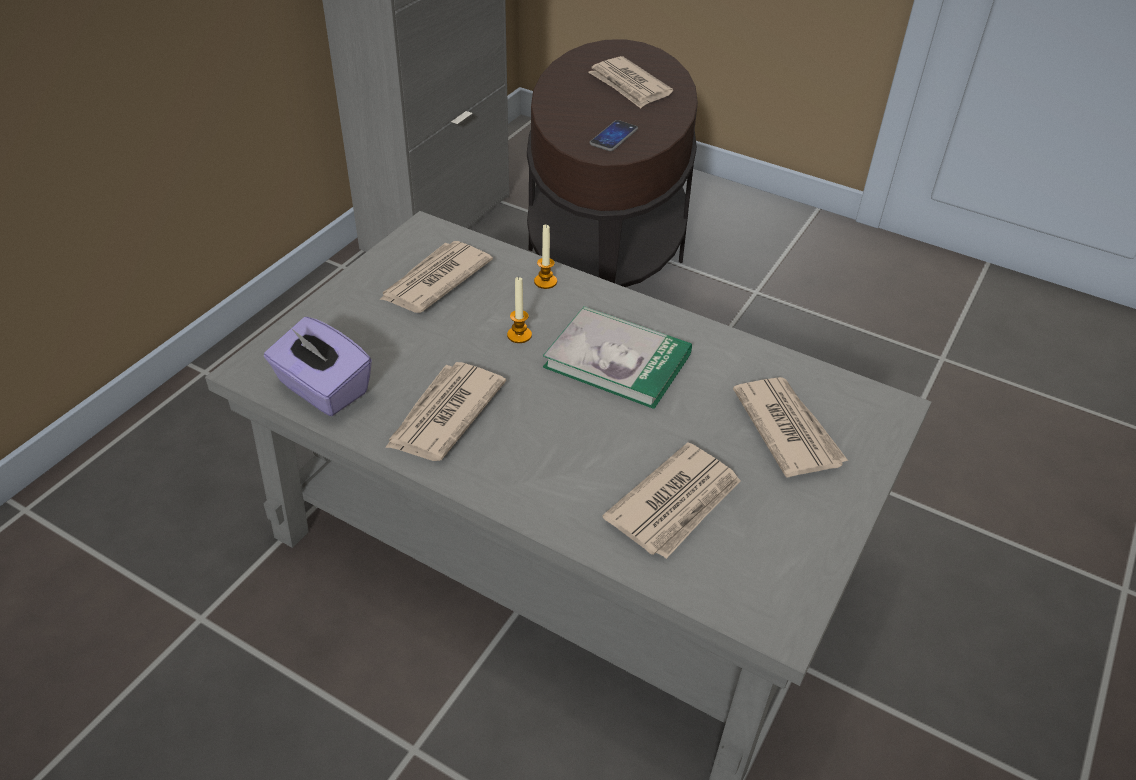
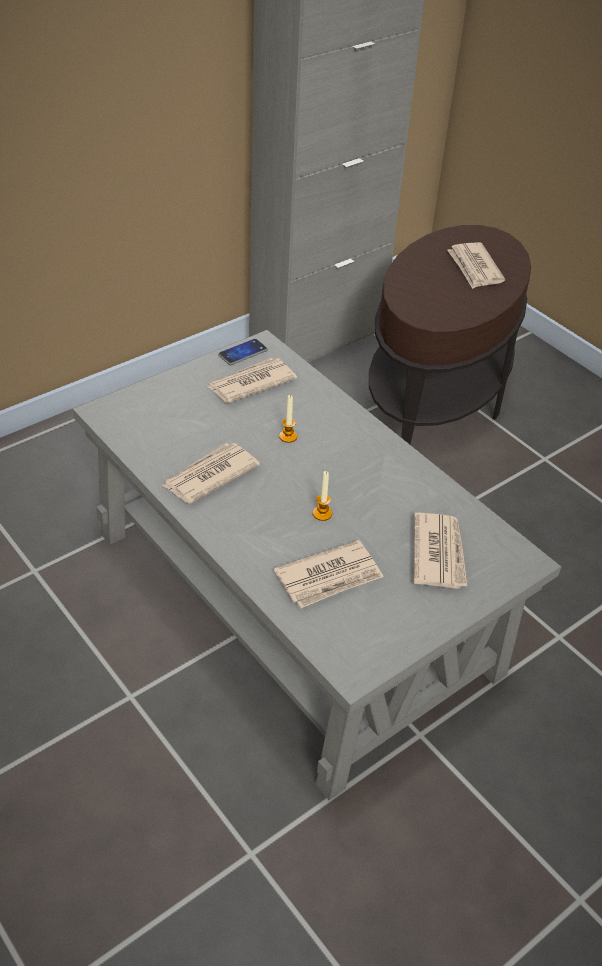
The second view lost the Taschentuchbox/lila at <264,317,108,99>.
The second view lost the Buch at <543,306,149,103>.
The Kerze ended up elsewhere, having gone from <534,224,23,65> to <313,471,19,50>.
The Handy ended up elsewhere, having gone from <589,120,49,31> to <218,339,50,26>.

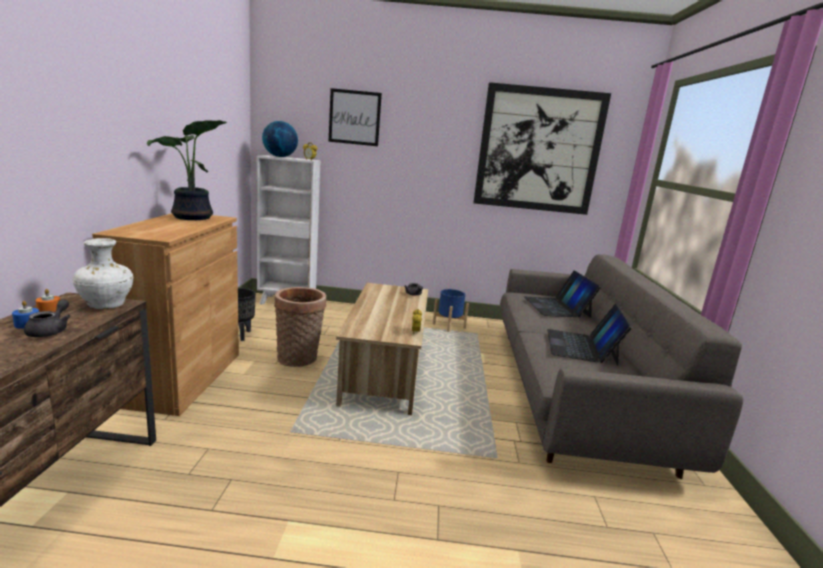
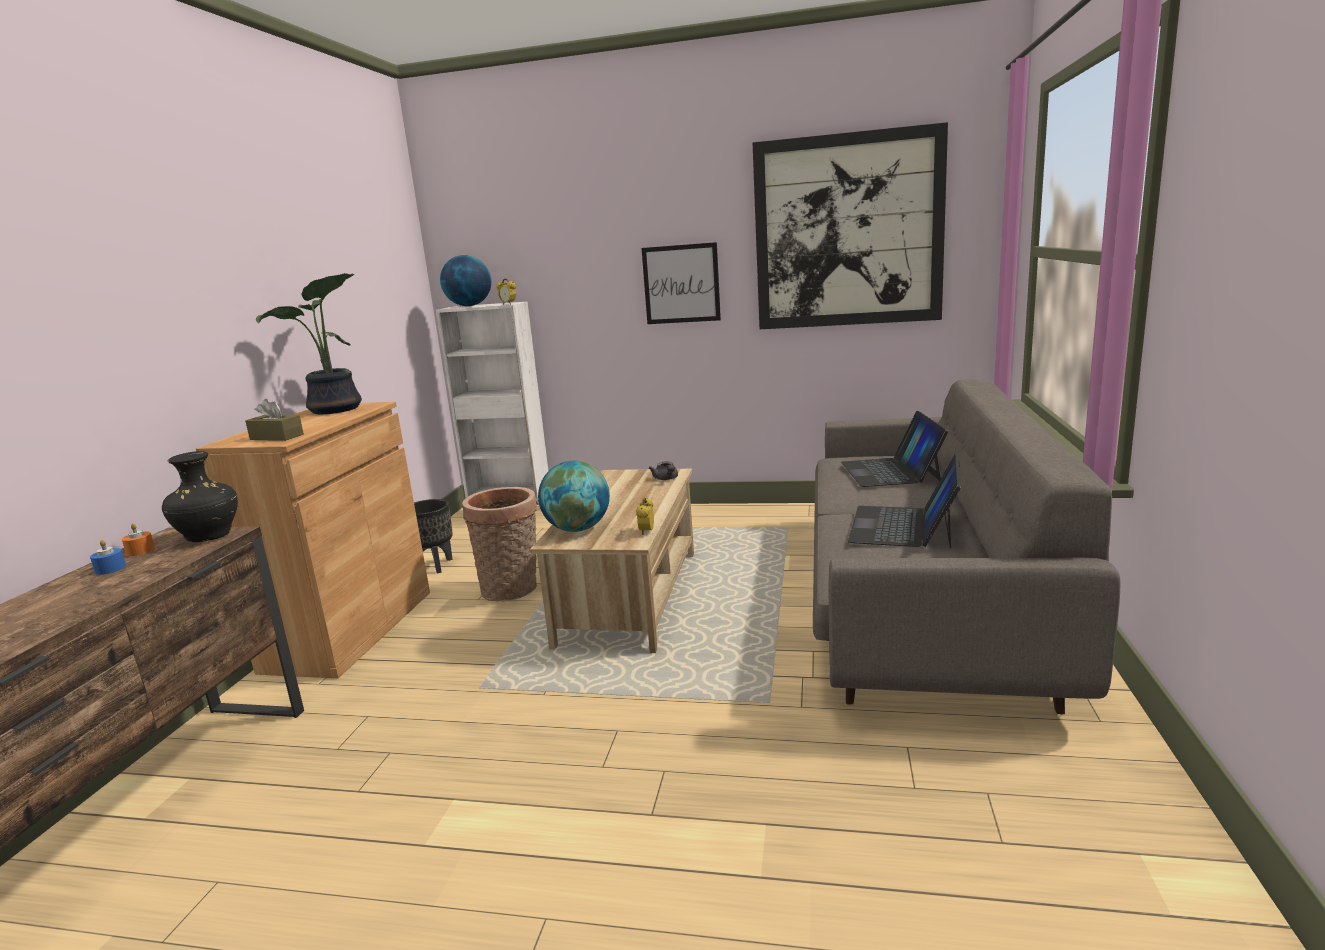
The second view lost the Teekanne/grau at <24,299,47,38>.
The second view lost the Pflanzkübel/blau at <433,289,36,43>.
The second view gained the Taschentuchbox/braun at <245,399,59,42>.
The second view gained the Globus at <538,461,72,71>.
The Bild ended up elsewhere, having gone from <329,88,53,58> to <641,242,80,82>.
What was the Vase/weiß at <72,238,61,71> turned into the Vase/schwarz at <162,451,76,91>.

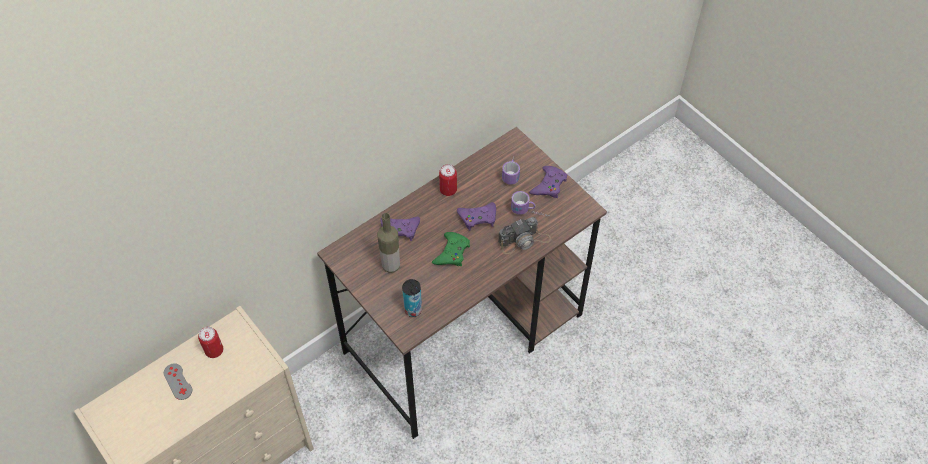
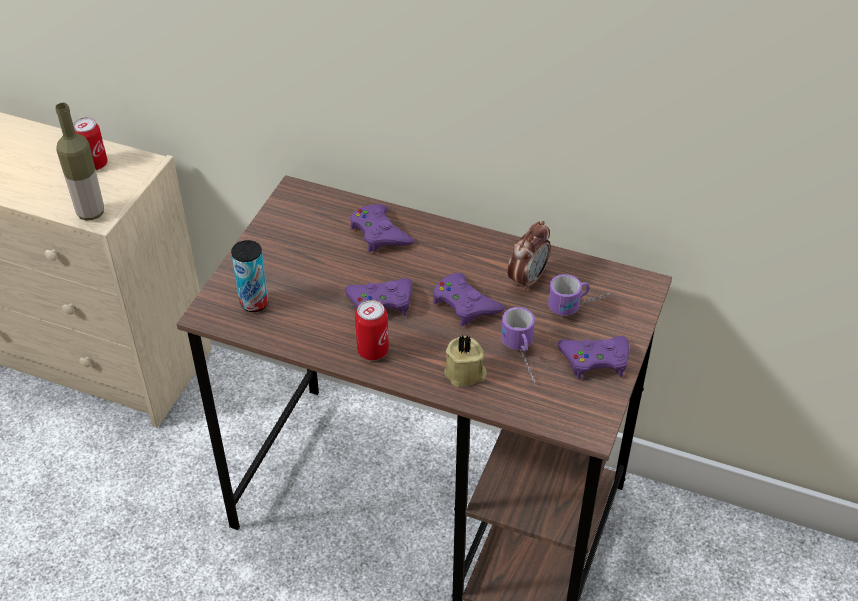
The second view lost the Gamepad/grau at <164,363,28,37>.
The second view gained the Wecker at <507,221,44,71>.
The Flasche ended up elsewhere, having gone from <377,213,23,60> to <55,103,49,118>.
The Dose ended up elsewhere, having gone from <439,164,18,32> to <355,300,34,60>.
Where the Kamera stood at <498,217,53,37>, the Kerze/beige came to stand at <444,335,43,52>.
What was the Gamepad/grün at <432,232,38,34> turned into the Gamepad/lila at <345,278,67,38>.

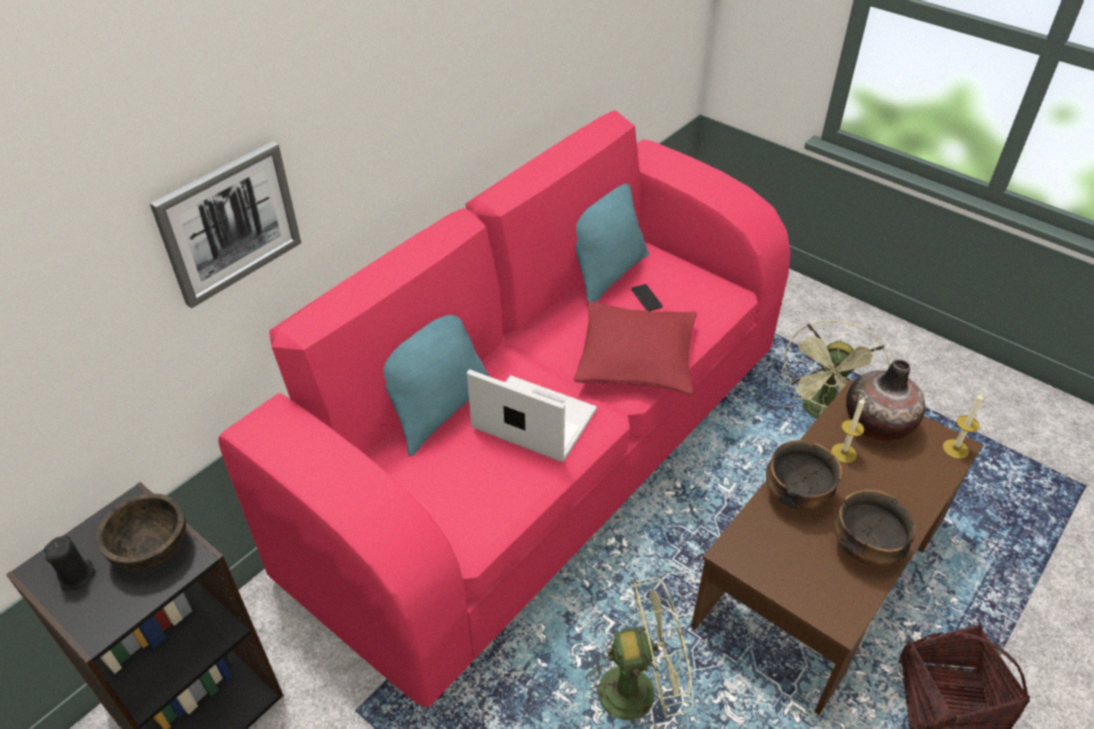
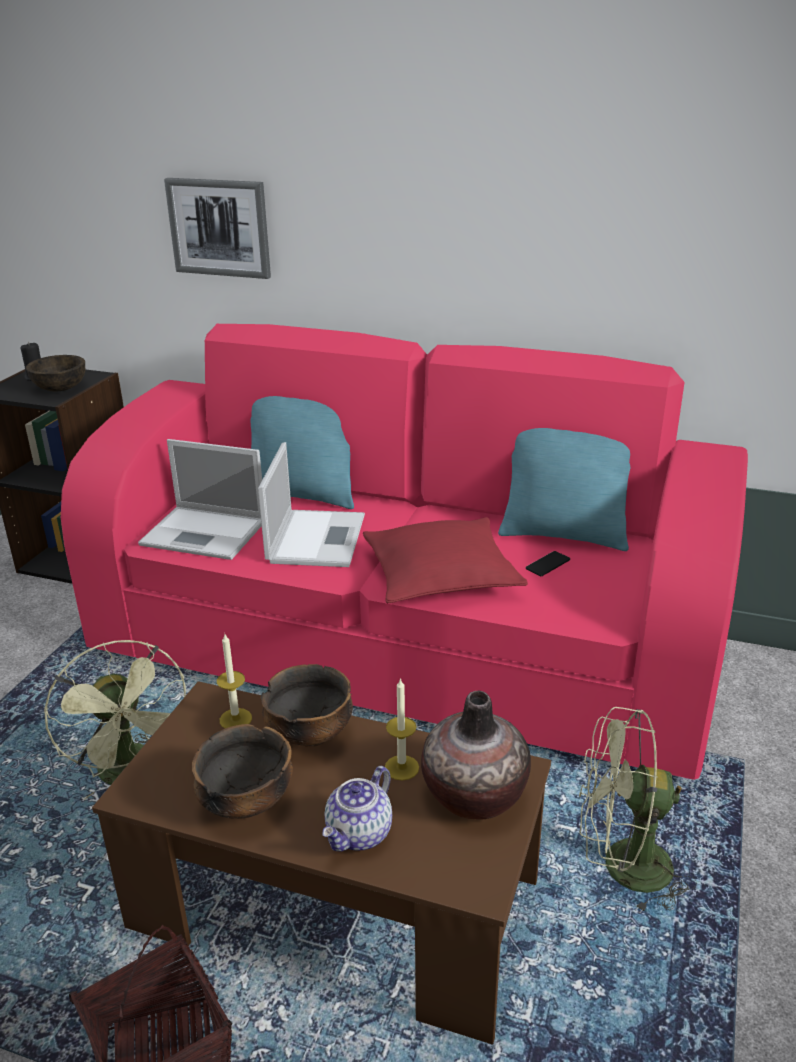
The second view gained the Laptop at <138,439,124,121>.
The second view gained the Teekanne at <322,766,70,86>.
The Kerze ended up elsewhere, having gone from <943,394,40,65> to <217,634,35,94>.

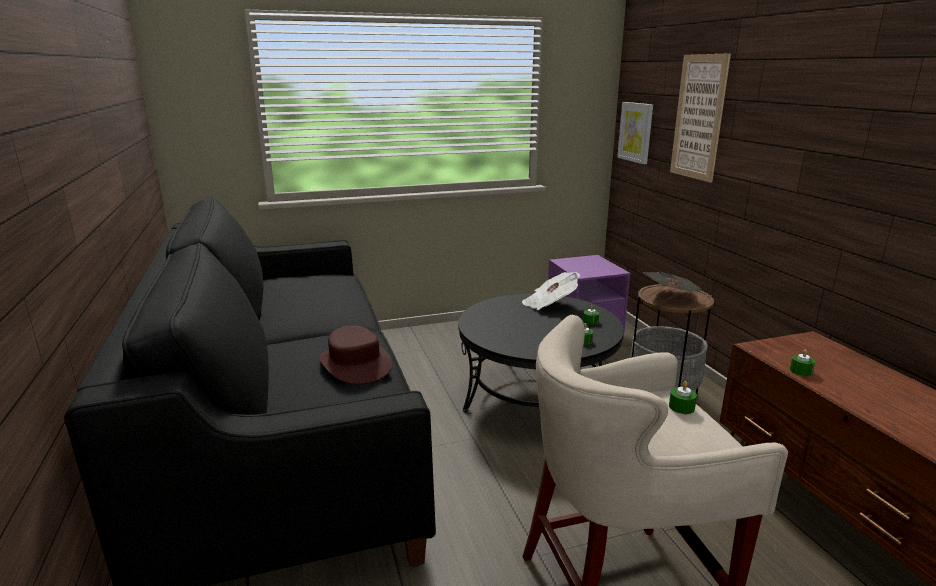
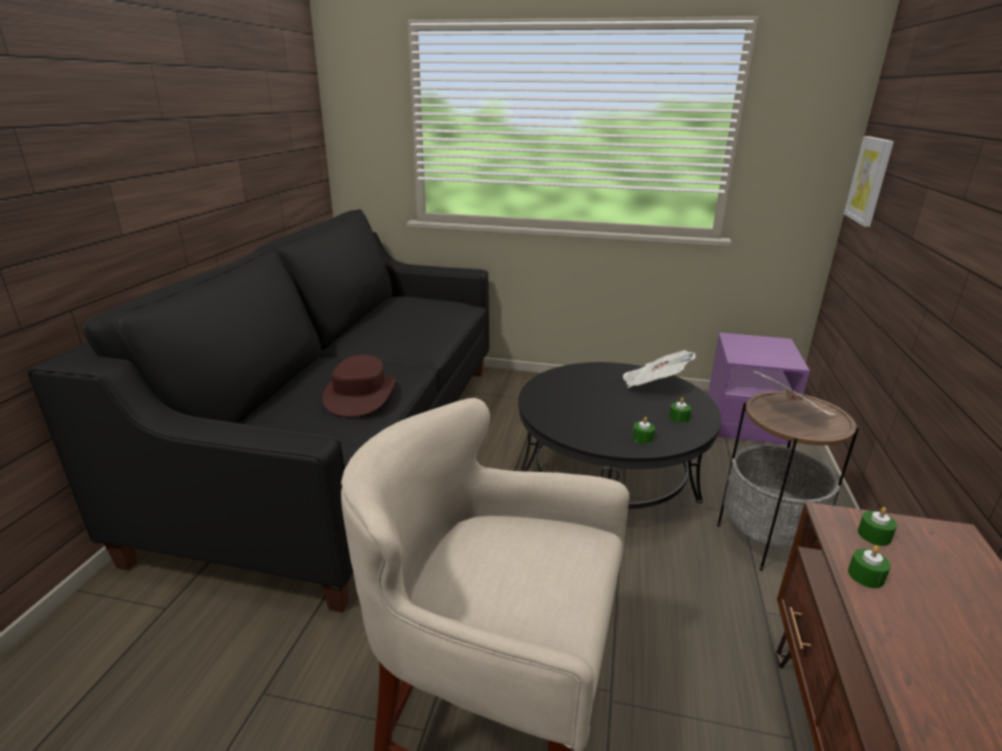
The second view lost the Bild at <670,53,61,130>.
The Kerze/grün ended up elsewhere, having gone from <669,381,28,33> to <858,507,39,39>.

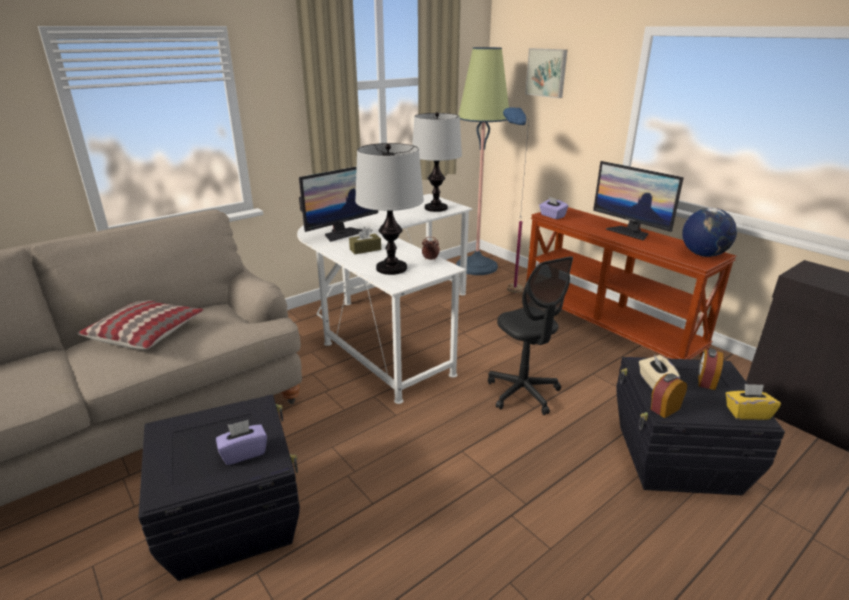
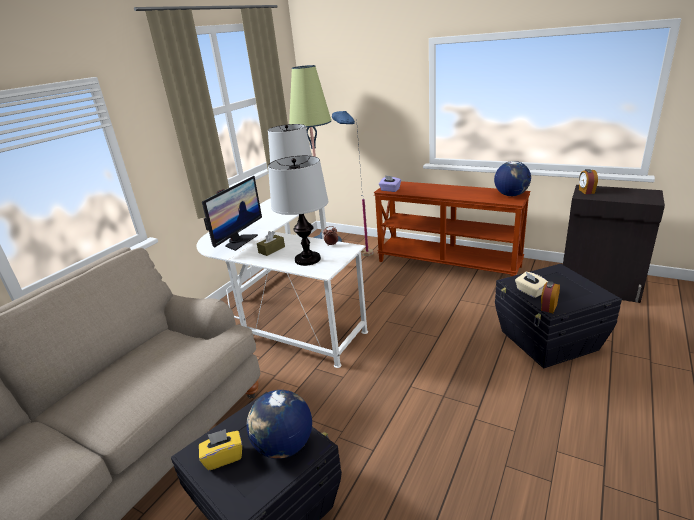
The second view lost the Kissen at <78,300,126,50>.
The second view lost the Bürostuhl/schwarz at <488,256,85,159>.
The second view lost the Bild at <525,48,42,50>.
The second view lost the Monitor at <593,161,91,80>.
The Wecker ended up elsewhere, having gone from <698,348,26,42> to <579,169,19,25>.
The Taschentuchbox/gelb ended up elsewhere, having gone from <726,384,55,36> to <199,429,43,41>.
Where the Taschentuchbox/lila stood at <216,420,51,45>, the Globus came to stand at <246,390,66,69>.

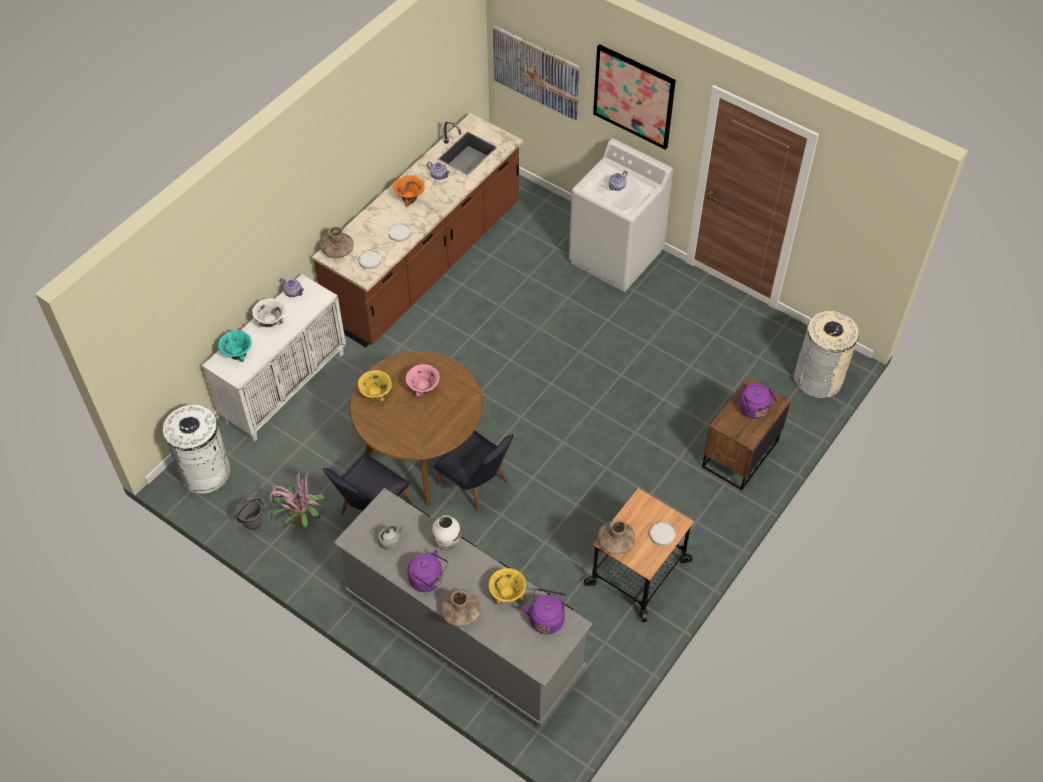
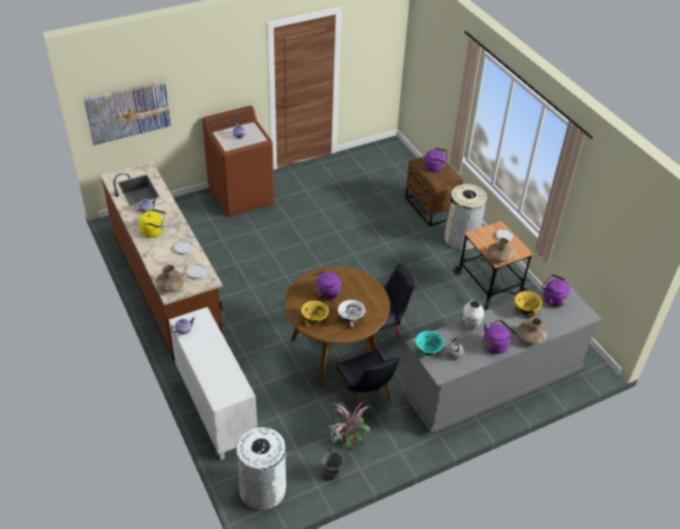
The second view lost the Bild at <593,44,83,106>.
The Schüssel/türkis ended up elsewhere, having gone from <218,330,34,32> to <415,331,29,26>.
The Schüssel/weiß ended up elsewhere, having gone from <252,299,34,28> to <338,300,27,27>.
The Mülleimer/beige ended up elsewhere, having gone from <794,311,65,87> to <444,184,45,66>.
Where the Schüssel/orange stood at <394,176,31,31>, the Wasserkessel/gelb came to stand at <139,209,26,29>.
Where the Schüssel/rosa stood at <406,364,34,33>, the Wasserkessel/lila came to stand at <312,270,29,30>.
What was the Waschmaschine/weiß at <569,139,104,153> turned into the Waschmaschine/braun at <202,106,72,111>.

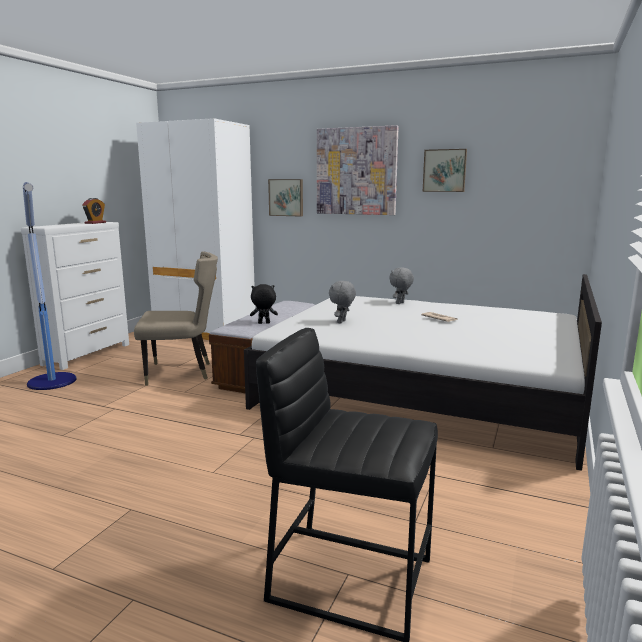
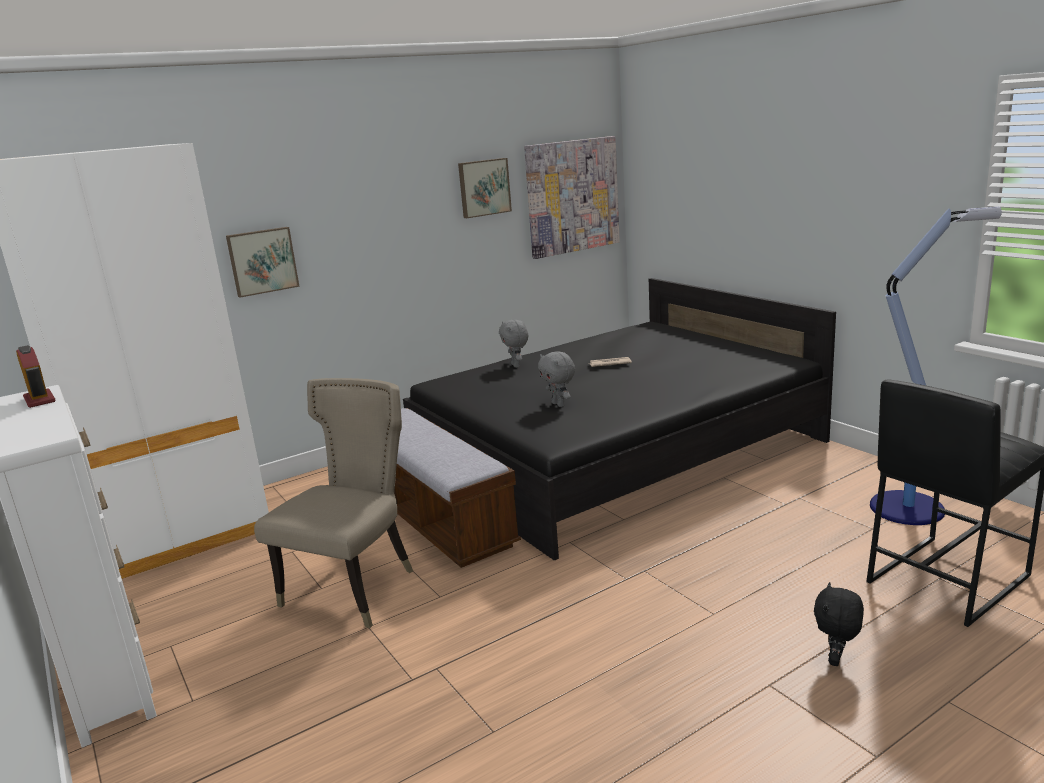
The Stehlampe ended up elsewhere, having gone from <23,182,54,208> to <870,206,132,319>.
The Plüschtier/schwarz ended up elsewhere, having gone from <250,284,28,40> to <814,582,50,84>.
The Bild ended up elsewhere, having gone from <317,125,82,90> to <524,136,96,123>.
What was the Bett/weiß at <244,274,358,197> turned into the Bett/schwarz at <403,278,433,283>.

